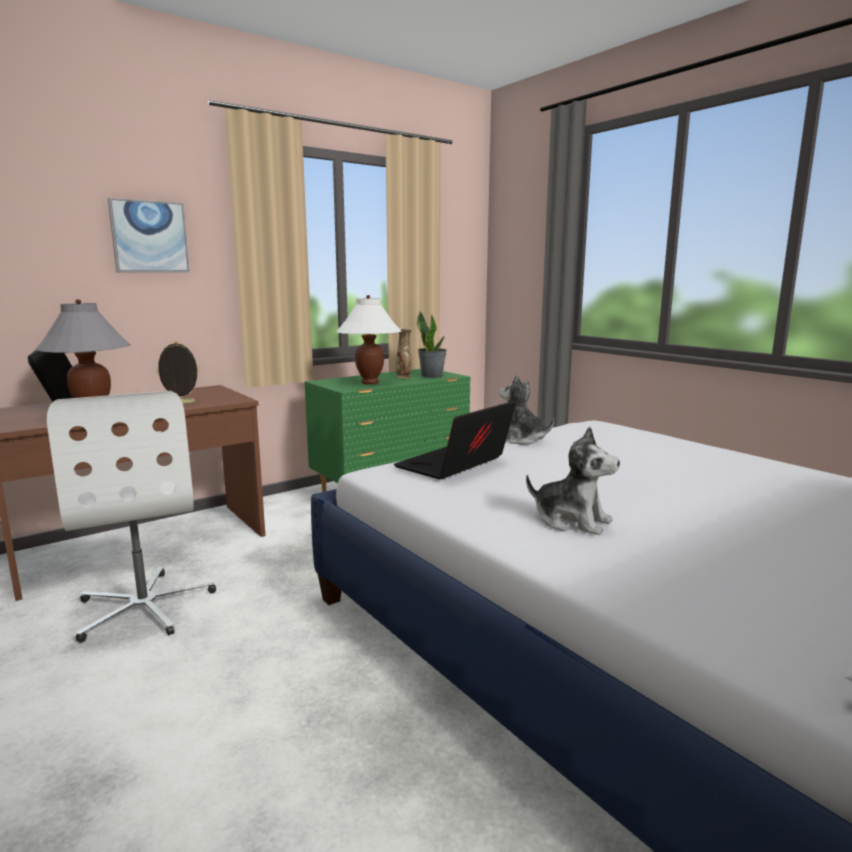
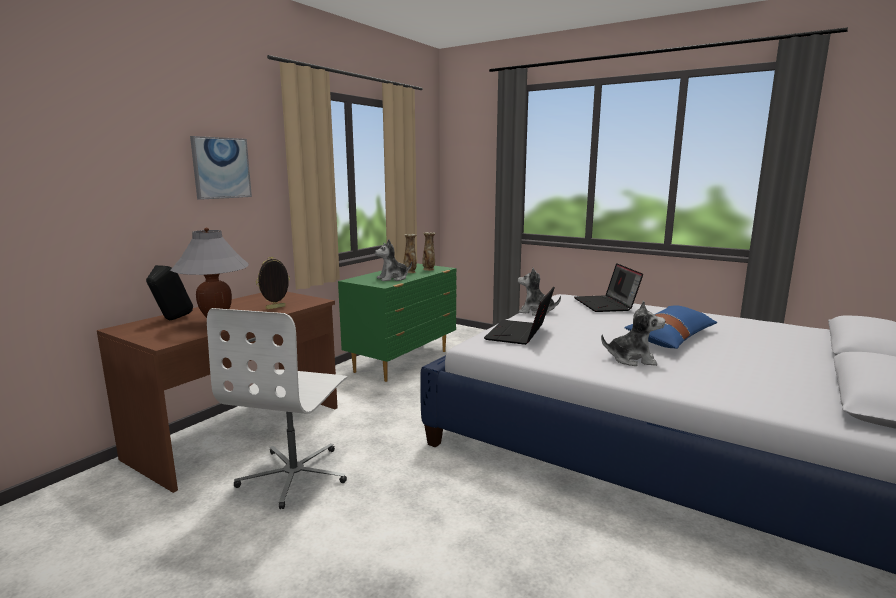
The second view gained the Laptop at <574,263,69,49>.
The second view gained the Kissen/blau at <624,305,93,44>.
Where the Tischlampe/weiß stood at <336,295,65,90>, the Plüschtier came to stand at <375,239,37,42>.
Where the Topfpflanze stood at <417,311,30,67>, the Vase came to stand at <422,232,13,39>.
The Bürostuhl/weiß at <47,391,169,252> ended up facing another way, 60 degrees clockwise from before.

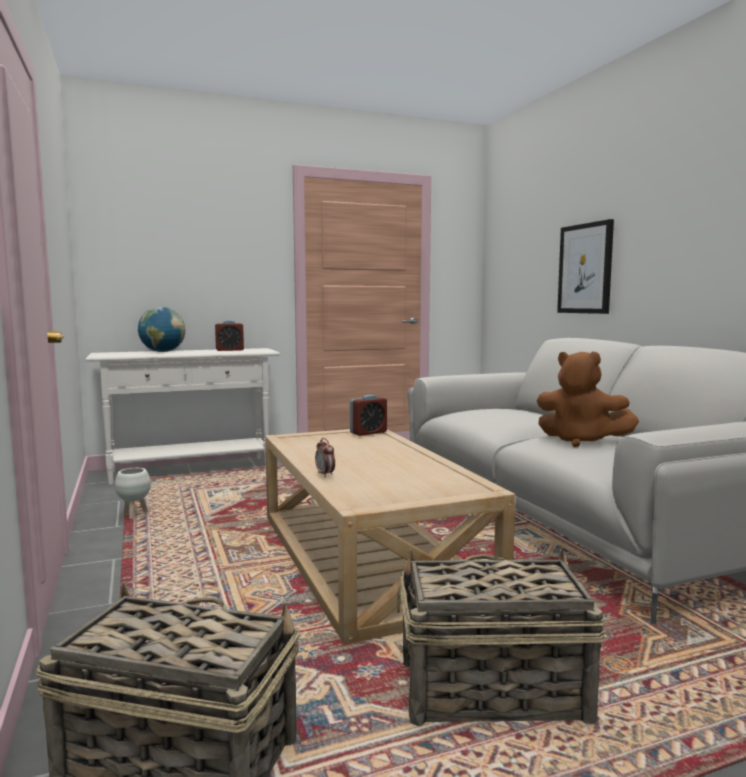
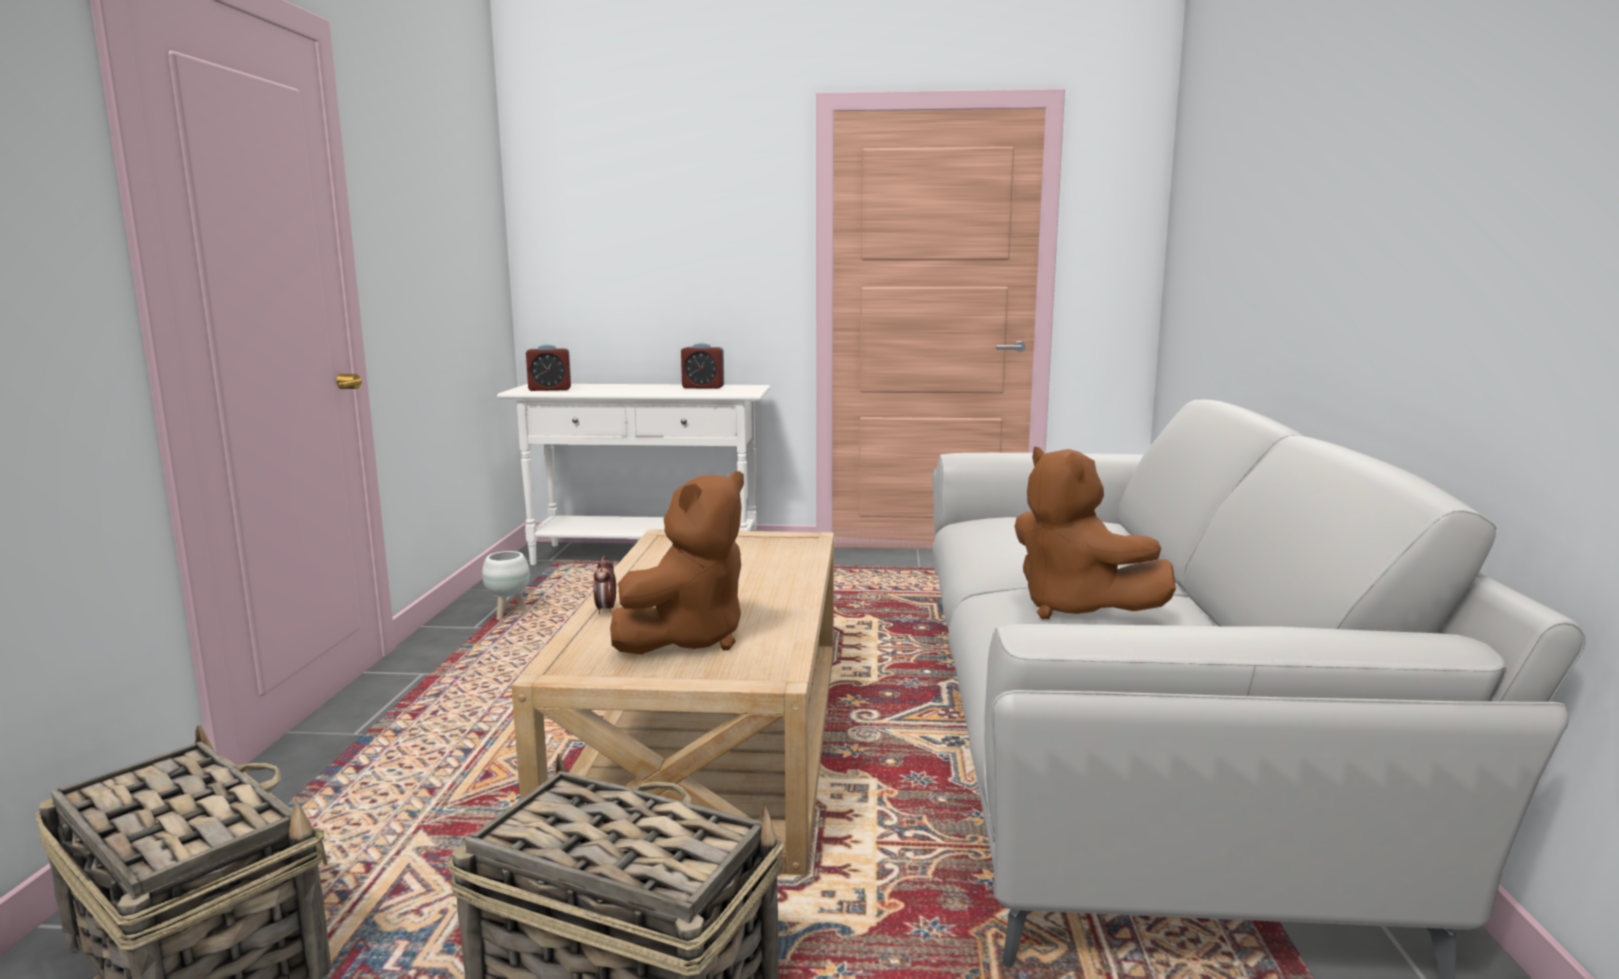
The second view lost the Globus at <138,307,47,45>.
The second view lost the Bild at <557,219,57,95>.
The second view gained the Plüschtier/braun at <610,471,134,184>.
The Wecker ended up elsewhere, having gone from <350,395,37,41> to <526,345,45,46>.

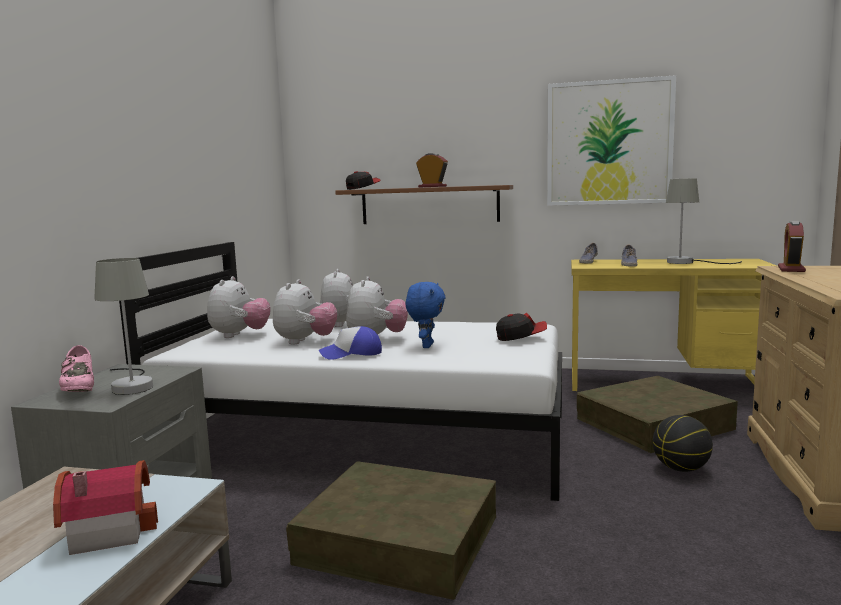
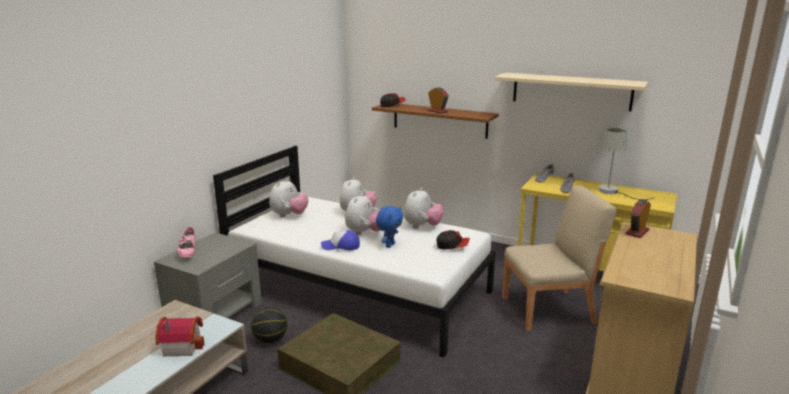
The second view lost the Tischlampe/grau at <94,258,59,137>.
The Plüschtier ended up elsewhere, having gone from <273,279,64,65> to <404,188,40,40>.
The Basketball ended up elsewhere, having gone from <653,415,60,57> to <251,307,36,36>.
Where the Bild hung at <547,75,129,131>, the Wandregal/beige came to hang at <494,73,154,38>.
Where the Aufbewahrungsbox/braun stood at <577,376,161,77>, the Stuhl/beige came to stand at <502,185,114,146>.

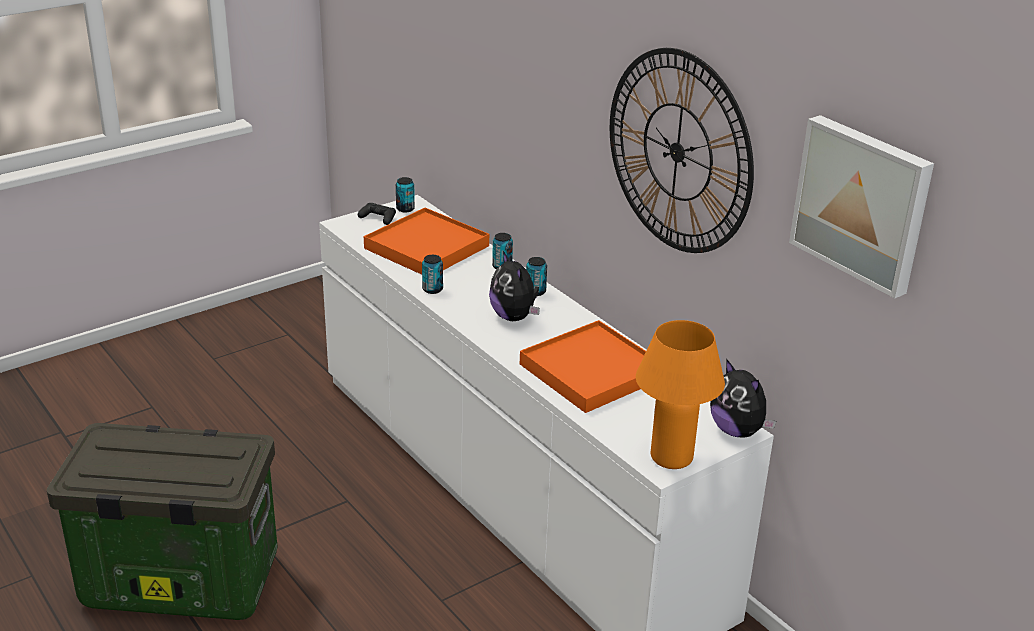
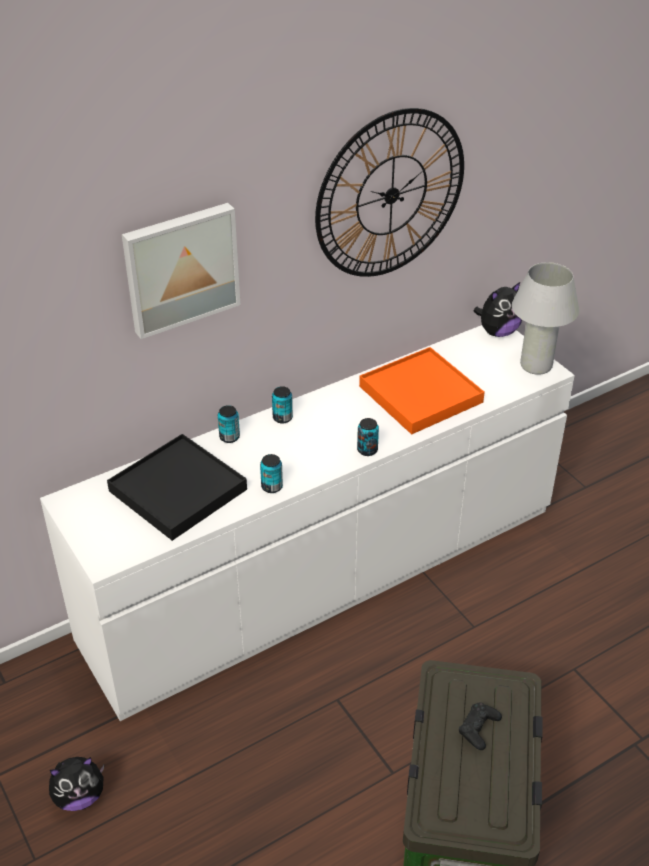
The Gamepad/schwarz ended up elsewhere, having gone from <358,203,38,22> to <459,702,43,48>.
The Dose ended up elsewhere, having gone from <396,177,19,36> to <357,418,22,38>.
The Plüschtier ended up elsewhere, having gone from <489,251,51,70> to <49,757,55,54>.
The Bild ended up elsewhere, having gone from <789,115,145,183> to <122,203,119,136>.
What was the Tablett/orange at <364,208,125,67> turned into the Tablett/schwarz at <107,434,140,107>.
What was the Tischlampe/orange at <636,320,89,149> turned into the Tischlampe/weiß at <512,262,67,113>.

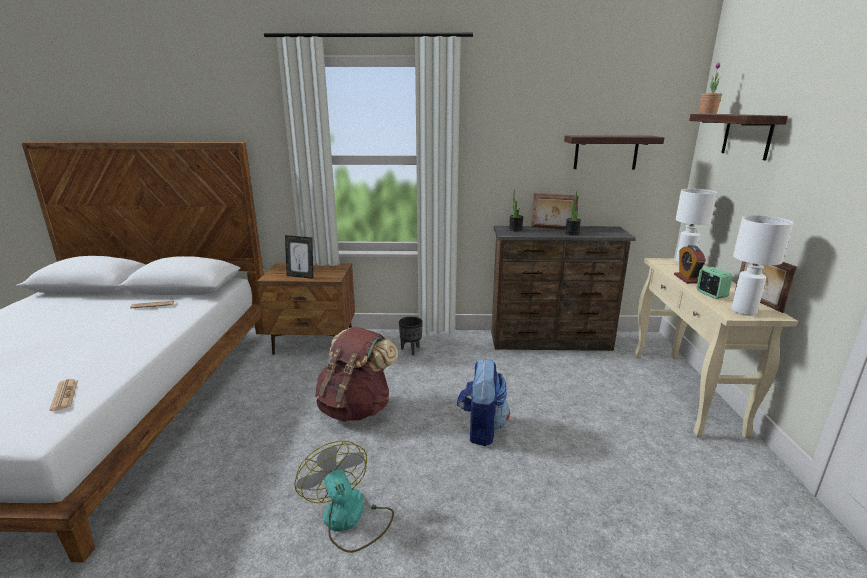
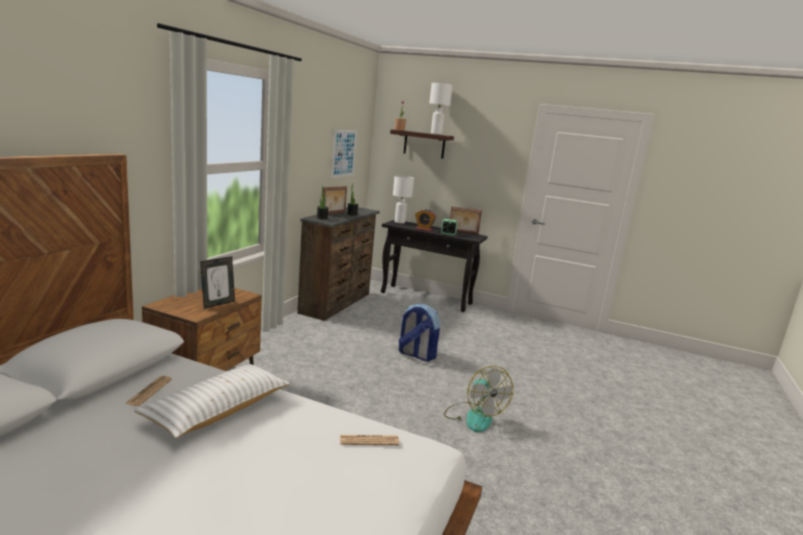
The second view lost the Rucksack/braun at <315,327,83,95>.
The second view lost the Pflanzkübel/schwarz at <399,317,24,38>.
The second view gained the Kissen/weiß at <134,364,156,74>.
The Tischlampe/weiß ended up elsewhere, having gone from <731,215,63,101> to <429,83,24,52>.
Where the Wandregal hung at <564,135,101,34>, the Bild came to hang at <331,130,26,48>.
What was the Konsolentisch/beige at <634,258,164,180> turned into the Konsolentisch/schwarz at <381,220,107,92>.
The Ventilator at <294,441,100,112> ended up facing another way, 105 degrees counterclockwise from before.

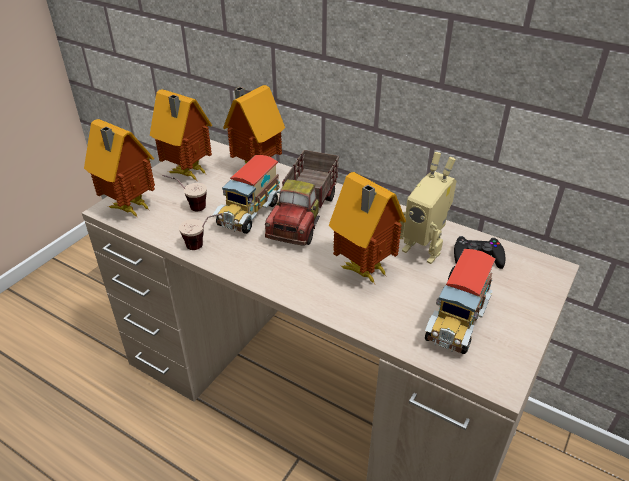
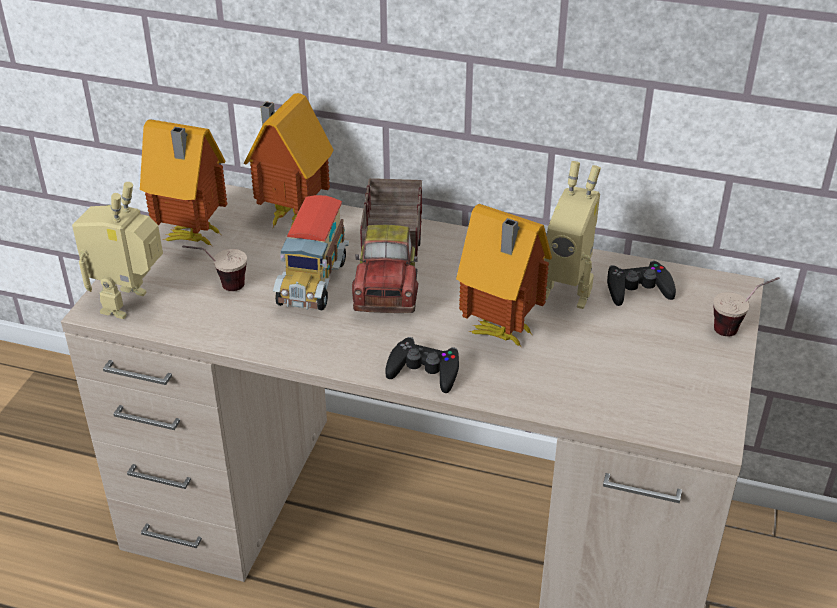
The second view lost the Spielzeuglaster at <425,249,70,105>.
The second view gained the Gamepad/schwarz at <386,337,73,56>.
The Tasse ended up elsewhere, having gone from <179,213,44,37> to <713,277,66,59>.
Where the Spielzeughaus stood at <84,119,71,99>, the Spielzeugroboter came to stand at <72,182,91,137>.

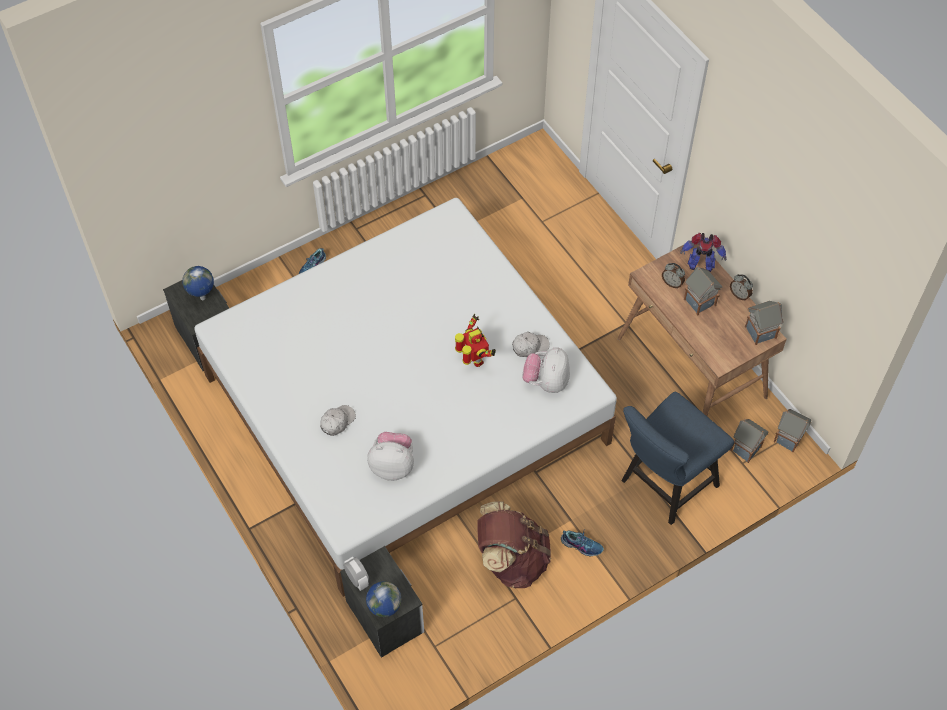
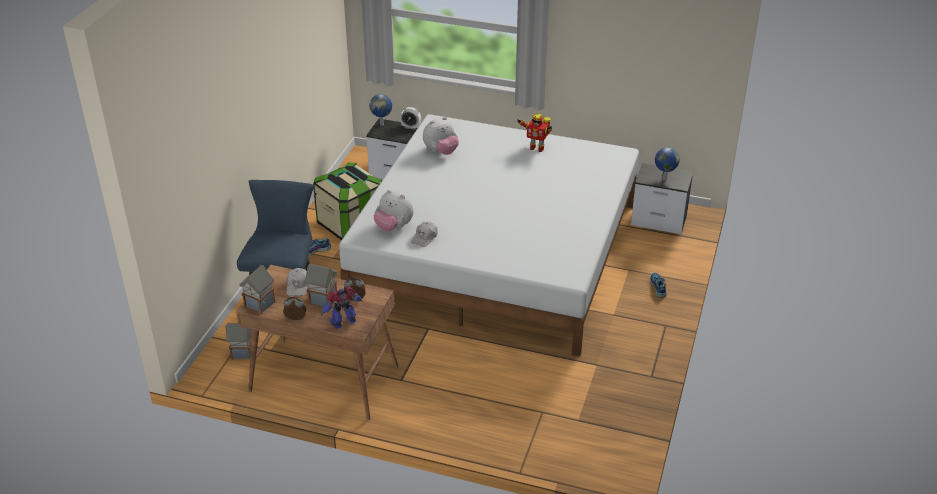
The second view lost the Spielzeughaus at <773,409,38,44>.
The Kappe/weiß ended up elsewhere, having gone from <320,405,36,31> to <287,268,21,28>.
The Spielzeugroboter ended up elsewhere, having gone from <455,314,41,53> to <517,114,35,38>.
Where the Rucksack/braun stood at <477,501,74,87>, the Aufbewahrungsbox came to stand at <313,163,69,77>.
The Plüschtier at <523,347,47,46> ended up facing another way, 150 degrees clockwise from before.

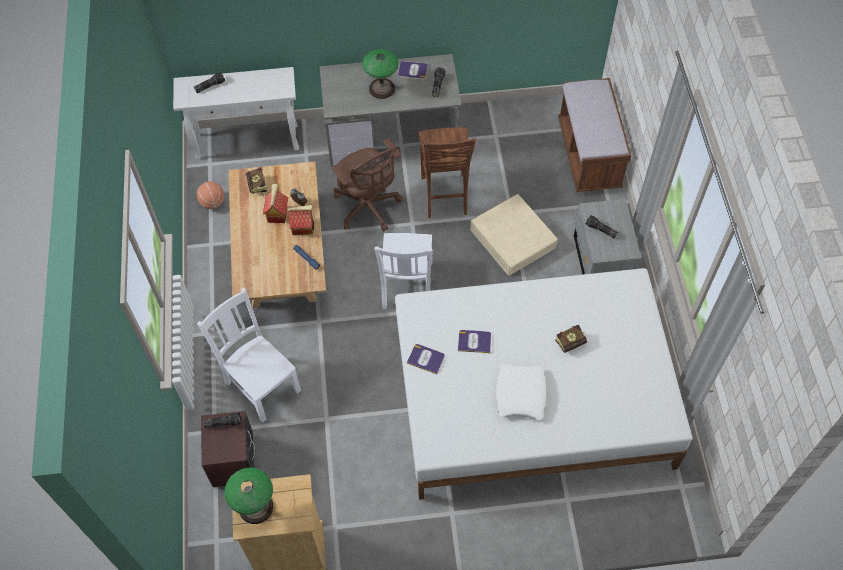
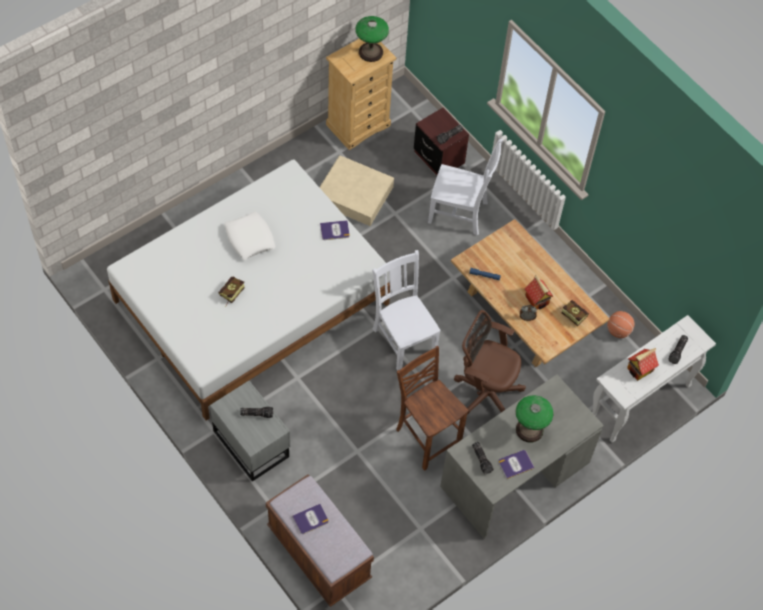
The Spielzeughaus ended up elsewhere, having gone from <287,205,27,30> to <627,348,32,33>.
The Buch ended up elsewhere, having gone from <458,330,33,23> to <292,504,37,30>.
The Aufbewahrungsbox/beige ended up elsewhere, having gone from <470,194,88,82> to <319,155,75,71>.

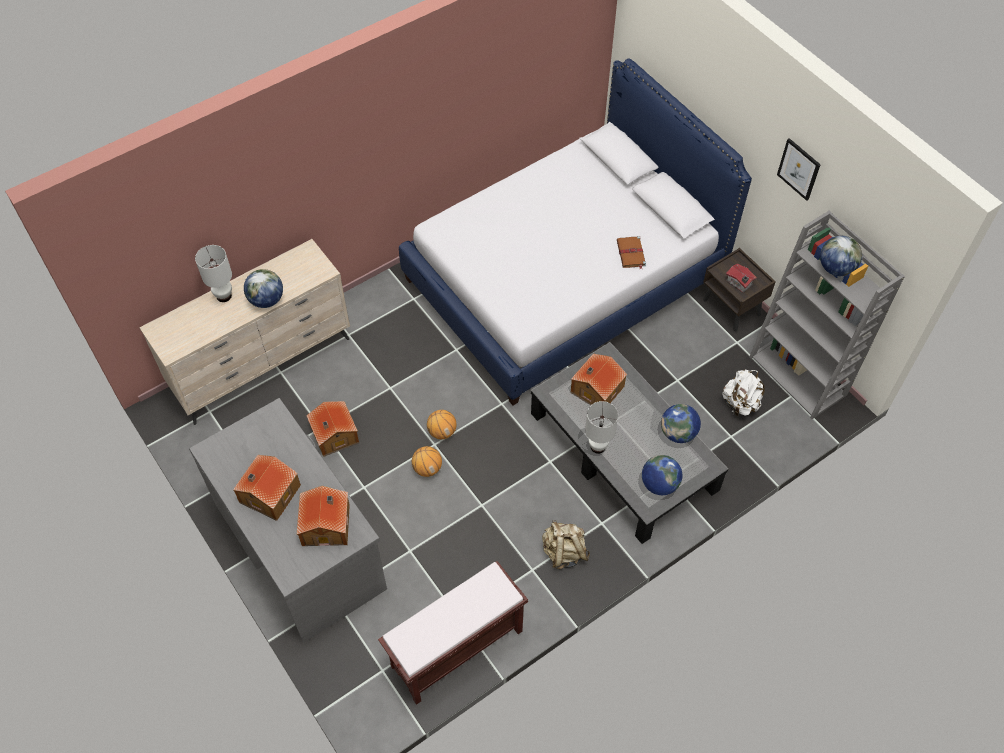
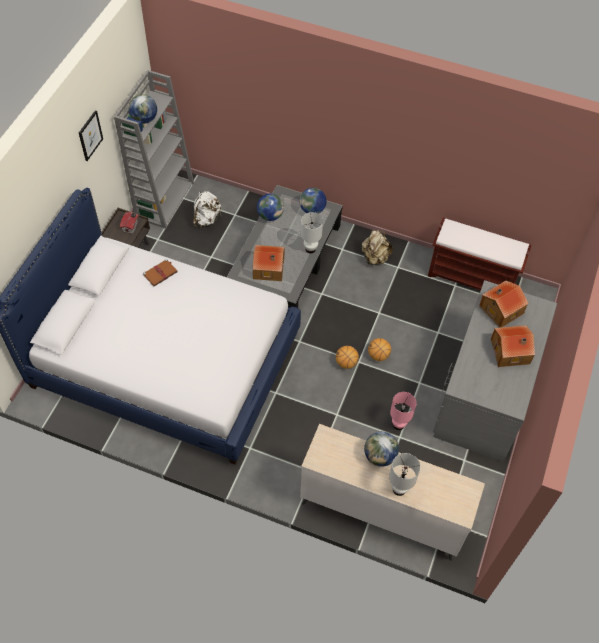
Where the Spielzeughaus stood at <306,401,53,56>, the Tischlampe/rosa came to stand at <390,392,26,38>.

